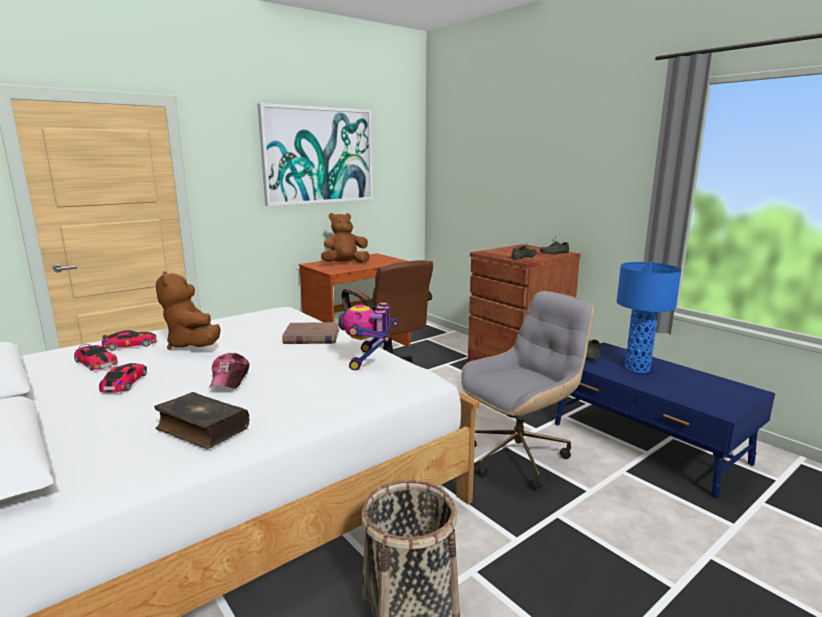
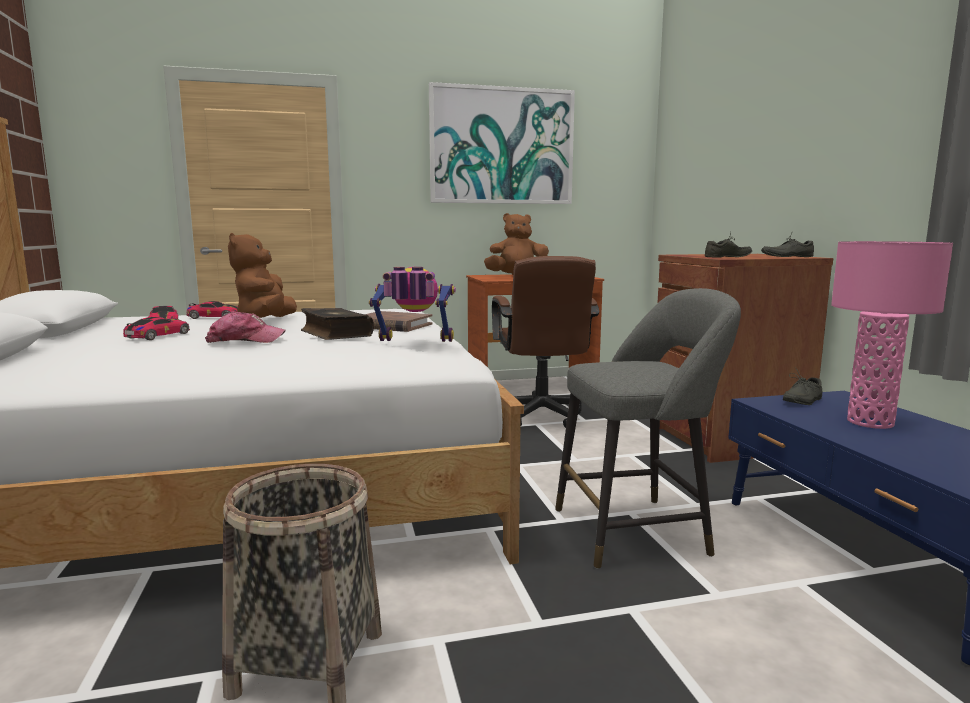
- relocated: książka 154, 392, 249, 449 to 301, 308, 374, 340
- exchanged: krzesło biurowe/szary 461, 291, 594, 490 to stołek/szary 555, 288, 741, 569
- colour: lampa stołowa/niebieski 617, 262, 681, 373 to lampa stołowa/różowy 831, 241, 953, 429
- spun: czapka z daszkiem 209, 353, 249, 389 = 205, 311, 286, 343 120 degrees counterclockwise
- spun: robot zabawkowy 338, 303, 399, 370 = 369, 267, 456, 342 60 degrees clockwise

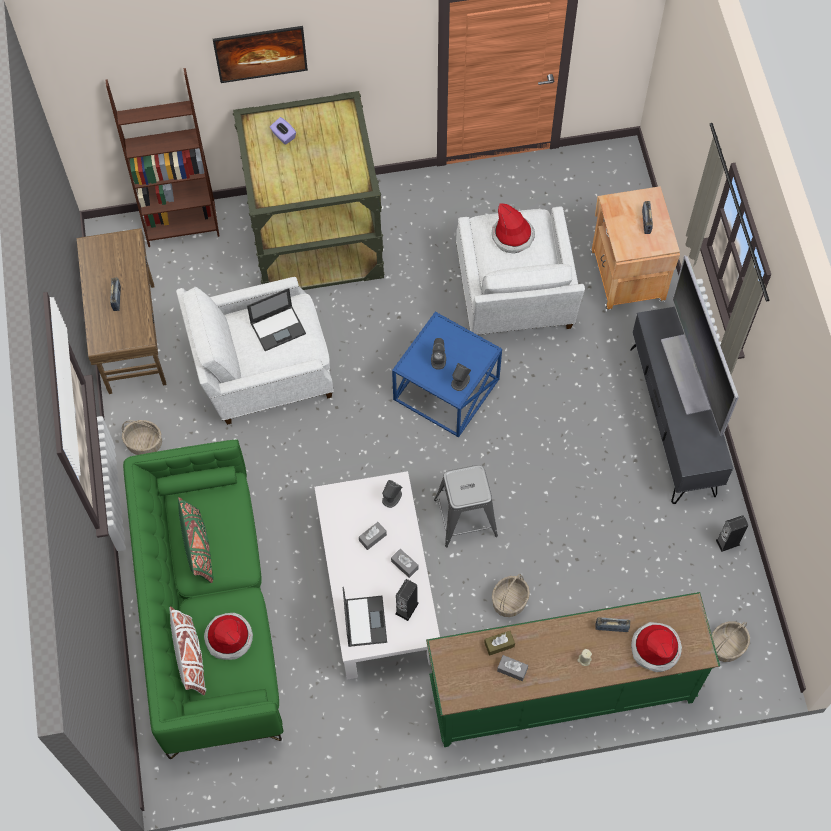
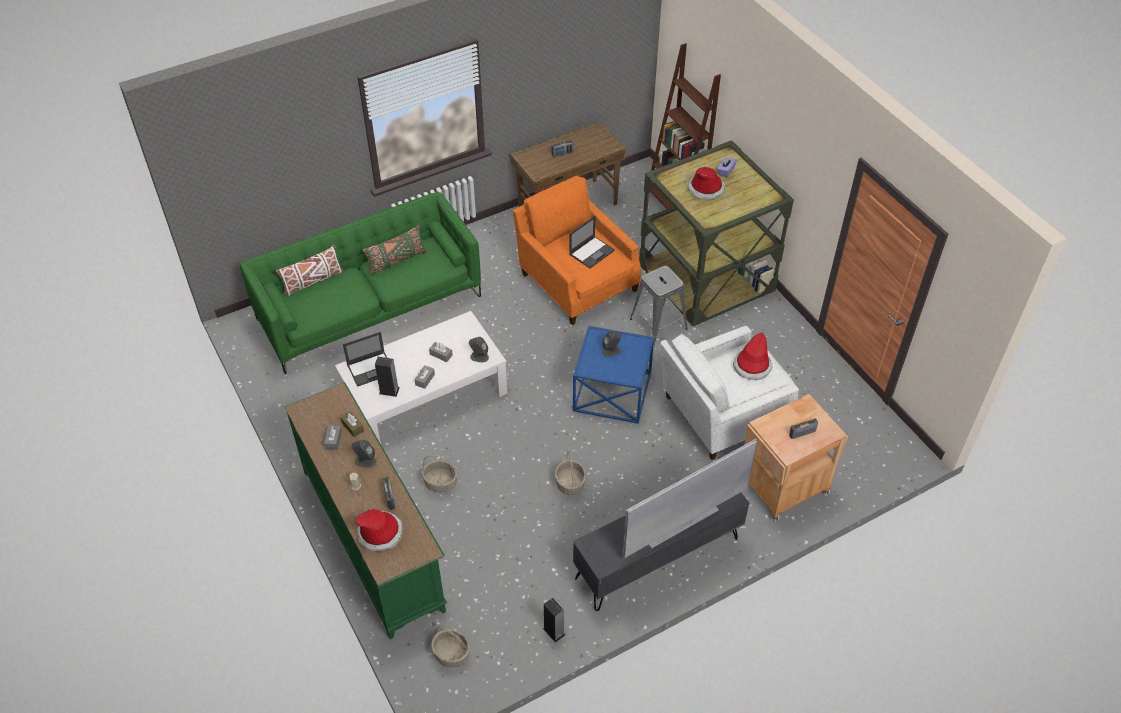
- missing: obraz 213, 26, 308, 83
- relocated: koszyk 122, 420, 162, 455 to 555, 451, 586, 495
- relocated: kapelusz 204, 613, 253, 660 to 688, 167, 725, 201
- relocated: stołek/szary 434, 465, 498, 547 to 630, 266, 688, 345
- relocated: głośnik/szary 451, 363, 471, 391 to 352, 439, 377, 468
- colour: fotel/biały 176, 277, 334, 425 to fotel/pomarańczowy 513, 176, 641, 325
- spun: laptop 247, 288, 306, 351 = 569, 216, 615, 268 90 degrees counterclockwise

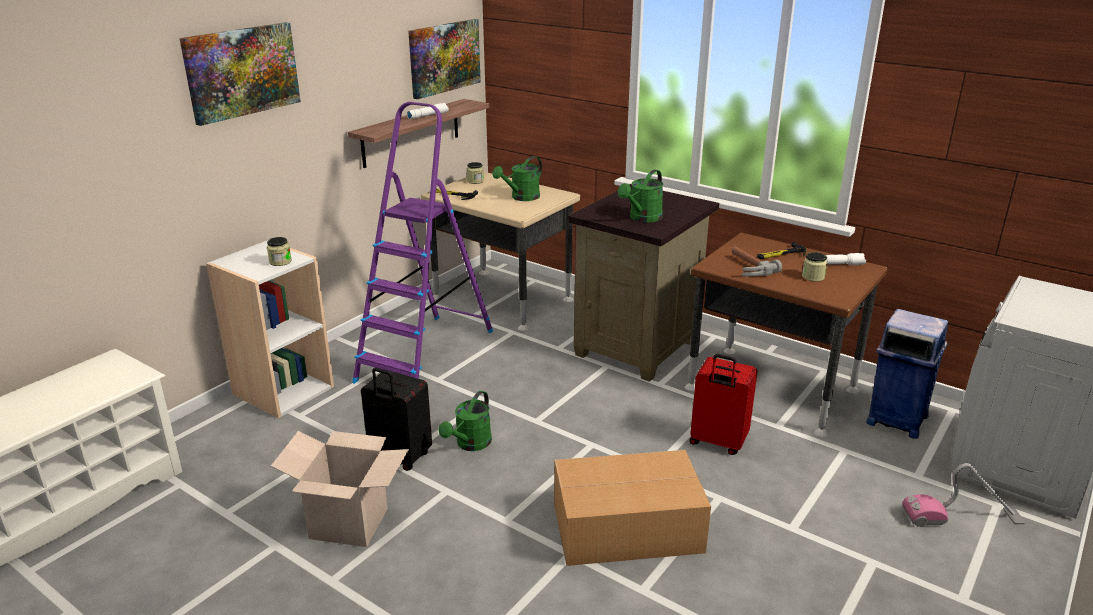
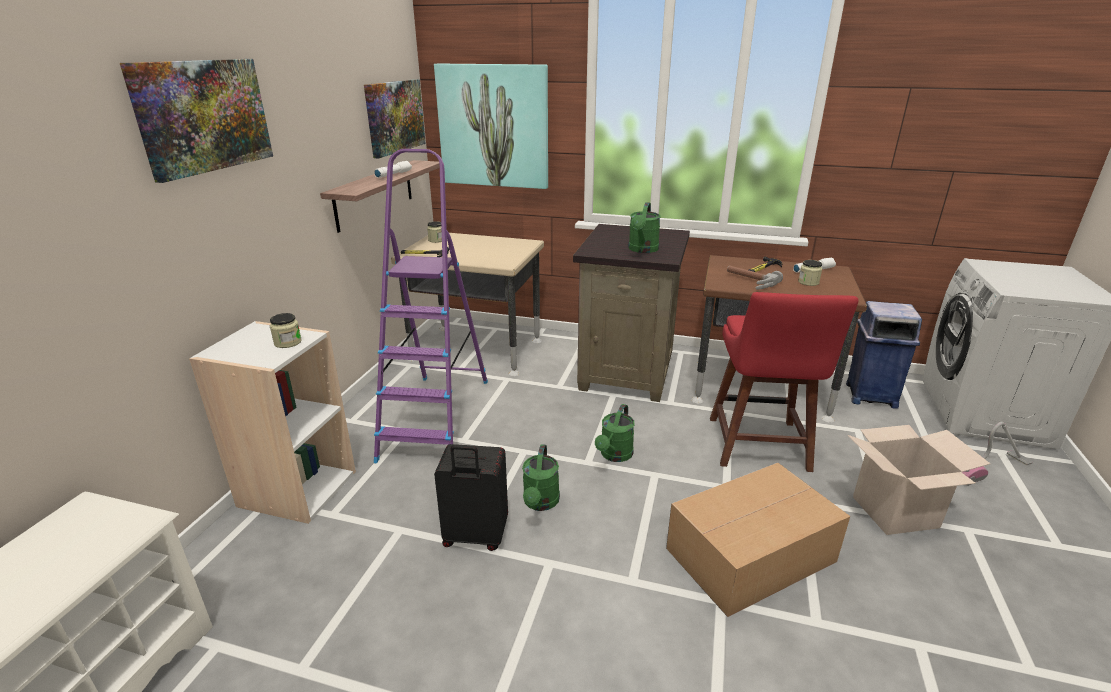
- appeared: obraz 434, 64, 548, 189
- relocated: karton 271, 431, 409, 547 to 848, 425, 991, 535
- relocated: konewka/zielony 492, 156, 542, 201 to 595, 404, 635, 462
- exchanged: walizka/czerwony 690, 354, 758, 455 to stołek/czerwony 710, 292, 859, 472

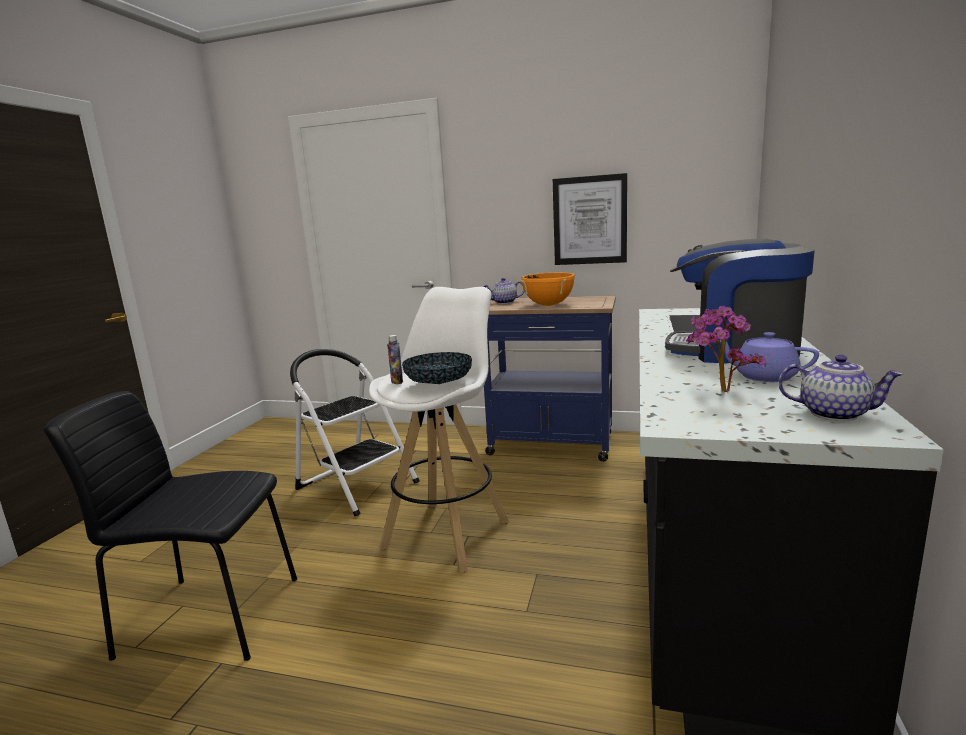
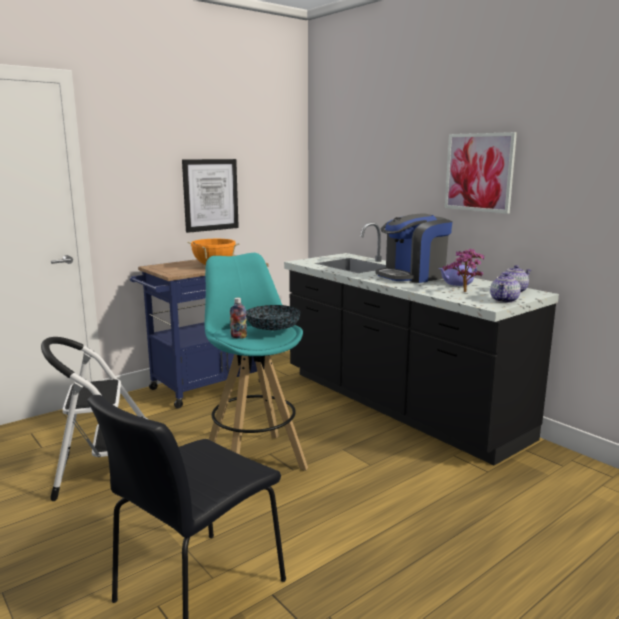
- appeared: obraz 445, 132, 517, 214
- relocated: imbryk 484, 278, 525, 304 to 490, 273, 521, 303
- colour: stołek/biały 369, 287, 510, 573 to stołek/turkusowy 205, 253, 308, 470

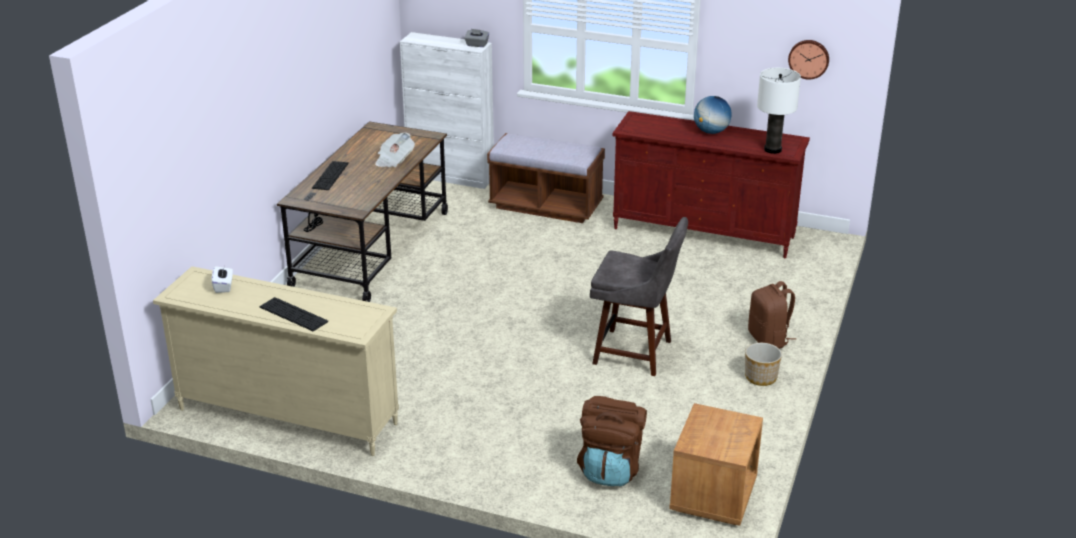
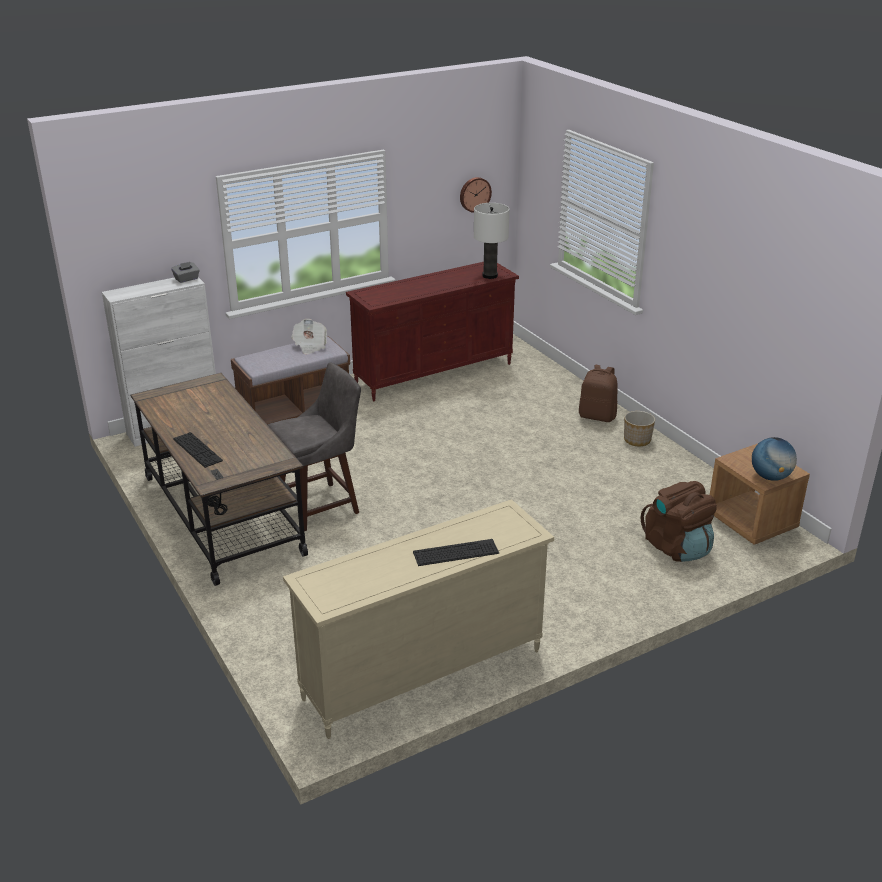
- missing: pudełko chusteczek/biały 212, 266, 233, 293
- relocated: gazeta 375, 132, 415, 167 to 291, 319, 327, 354
- relocated: stołek/szary 590, 217, 688, 376 to 268, 363, 361, 531
- relocated: globus 694, 96, 732, 134 to 752, 437, 797, 481

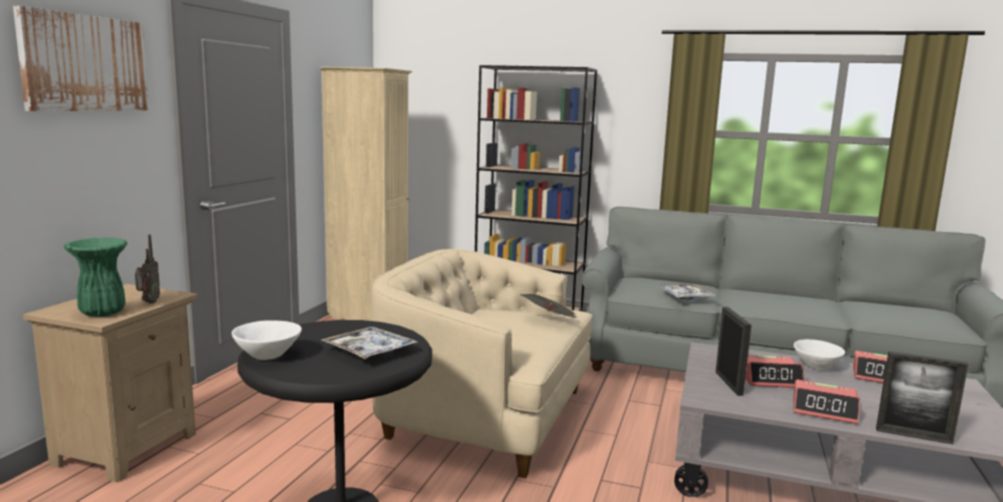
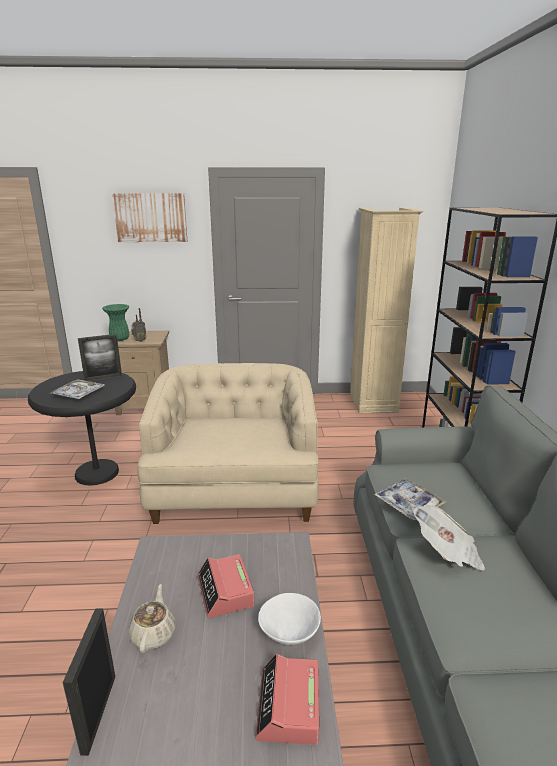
- missing: miska/biały 232, 320, 302, 360
- relocated: gazeta 520, 294, 577, 317 to 413, 505, 485, 570
- relocated: ramka na zdjęcie 715, 307, 752, 396 to 78, 334, 122, 383
- exchanged: budzik 793, 380, 860, 424 to imbryk/beżowy 129, 584, 176, 653

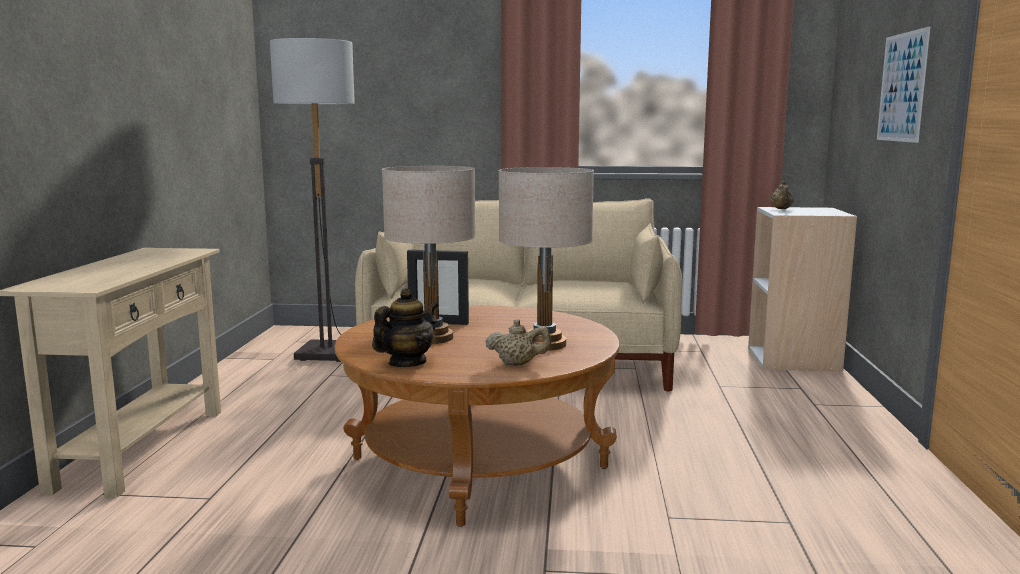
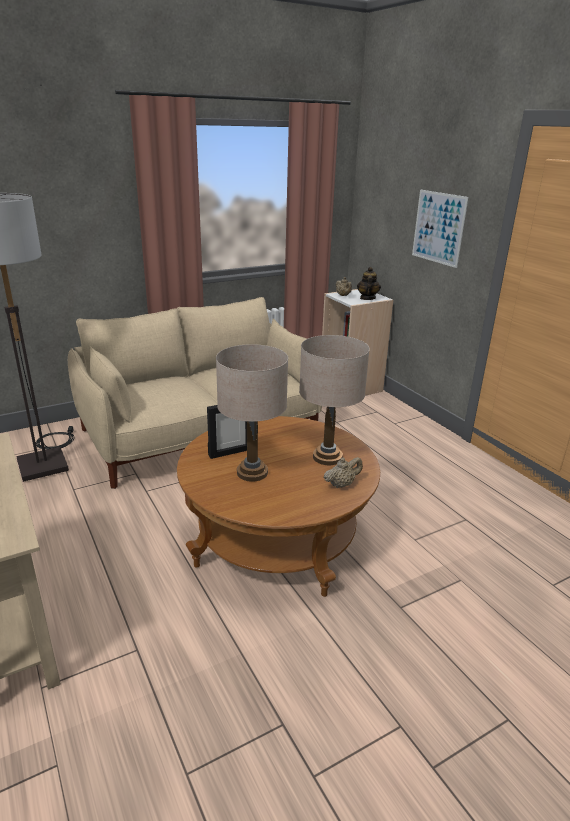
- relocated: imbryk 372, 288, 439, 367 to 357, 267, 381, 300

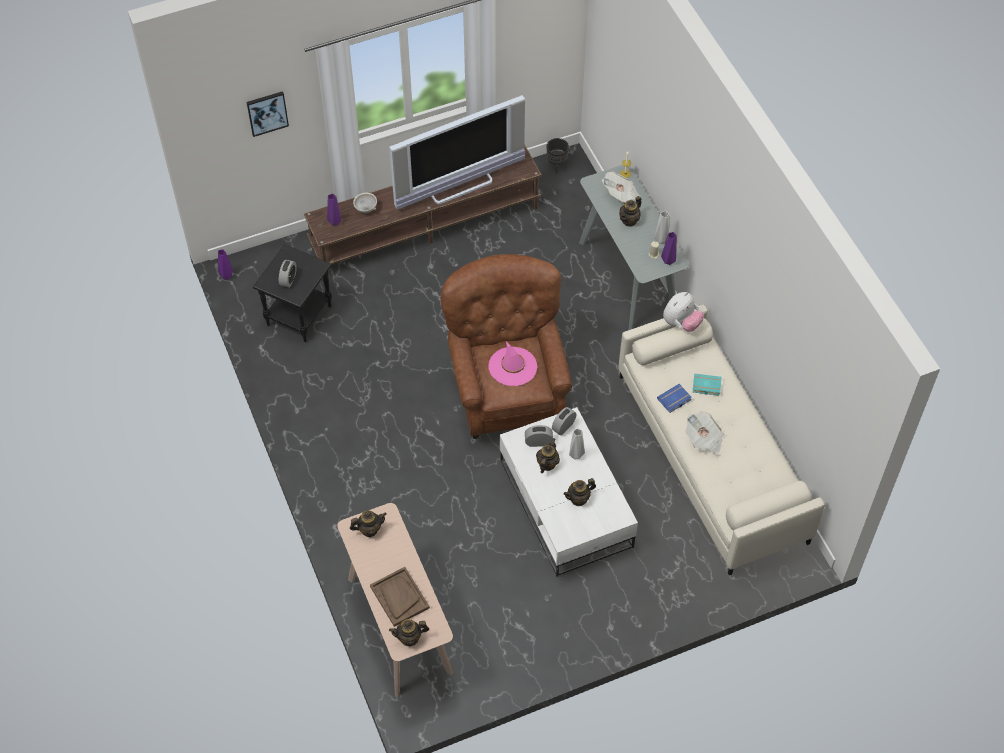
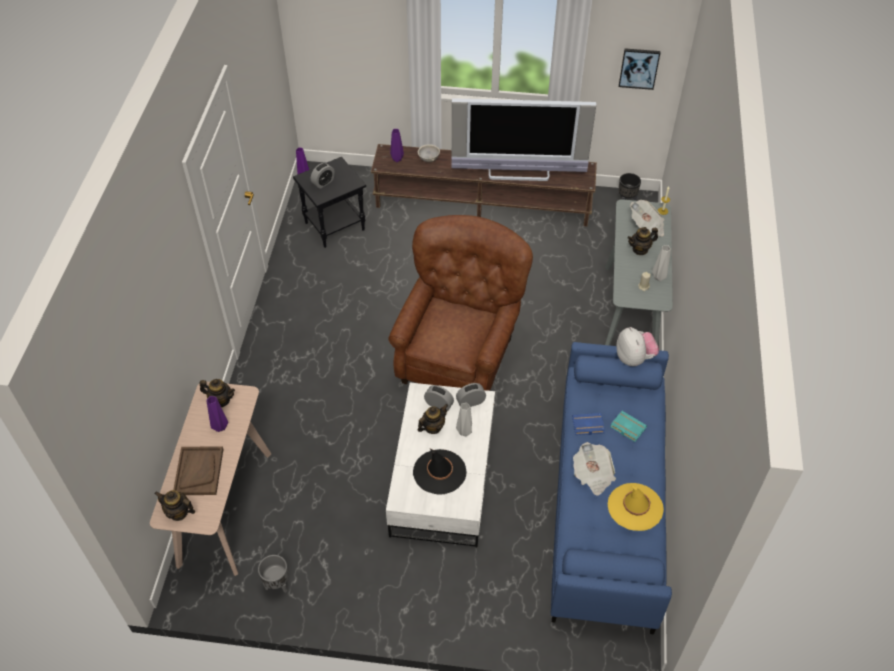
- missing: kapelusz/różowy 489, 342, 537, 386
- appeared: donica/szary 258, 555, 288, 593
- appeared: kapelusz/żółty 608, 483, 664, 531
- relocated: obraz 246, 91, 289, 137 to 619, 48, 660, 90
- relocated: wazon/fioletowy 661, 232, 677, 265 to 206, 396, 228, 432
- exchanged: imbryk 564, 478, 596, 506 to kapelusz/czarny 413, 449, 467, 495
- colour: kanapa/beżowy 618, 305, 825, 575 to kanapa/niebieski 551, 342, 672, 634
- spun: pluszak 663, 292, 704, 332 = 617, 327, 659, 366 90 degrees counterclockwise

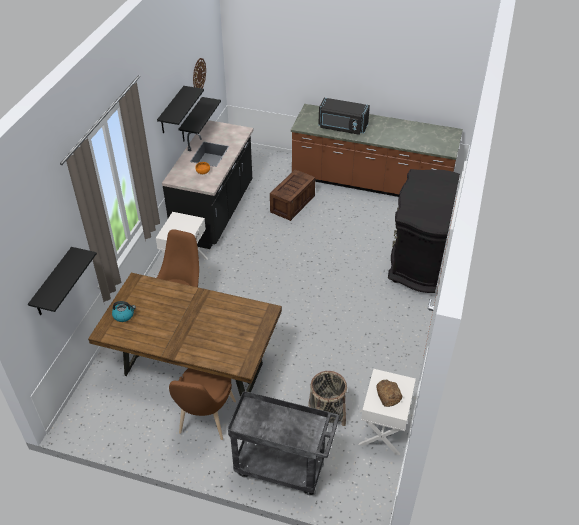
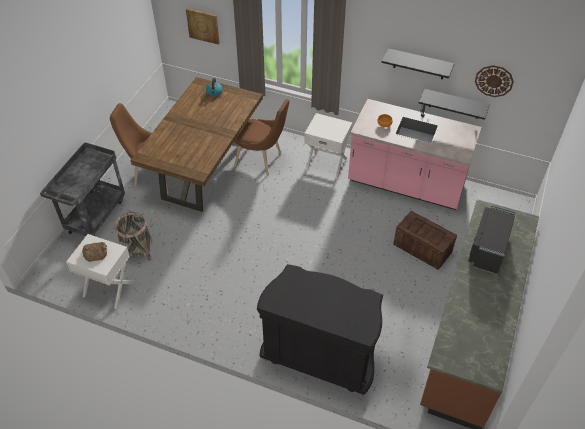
- exchanged: półka/czarny 28, 247, 97, 315 to obraz 186, 8, 220, 44
- colour: zabudowa kuchenna/czarny 162, 120, 254, 249 to zabudowa kuchenna/różowy 348, 99, 481, 210

